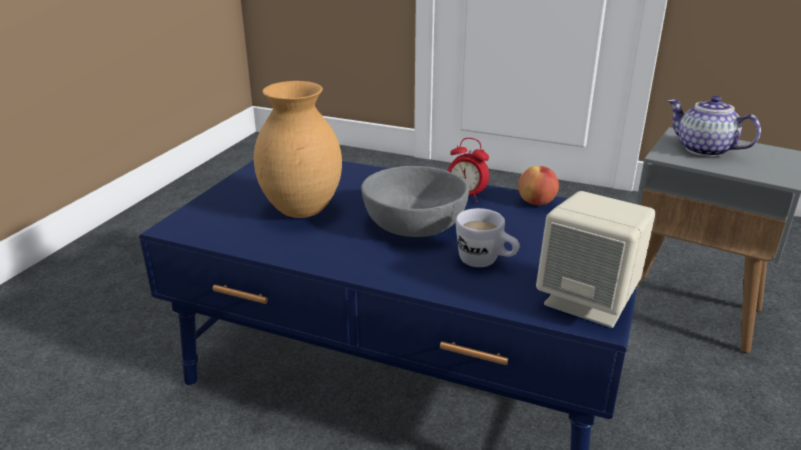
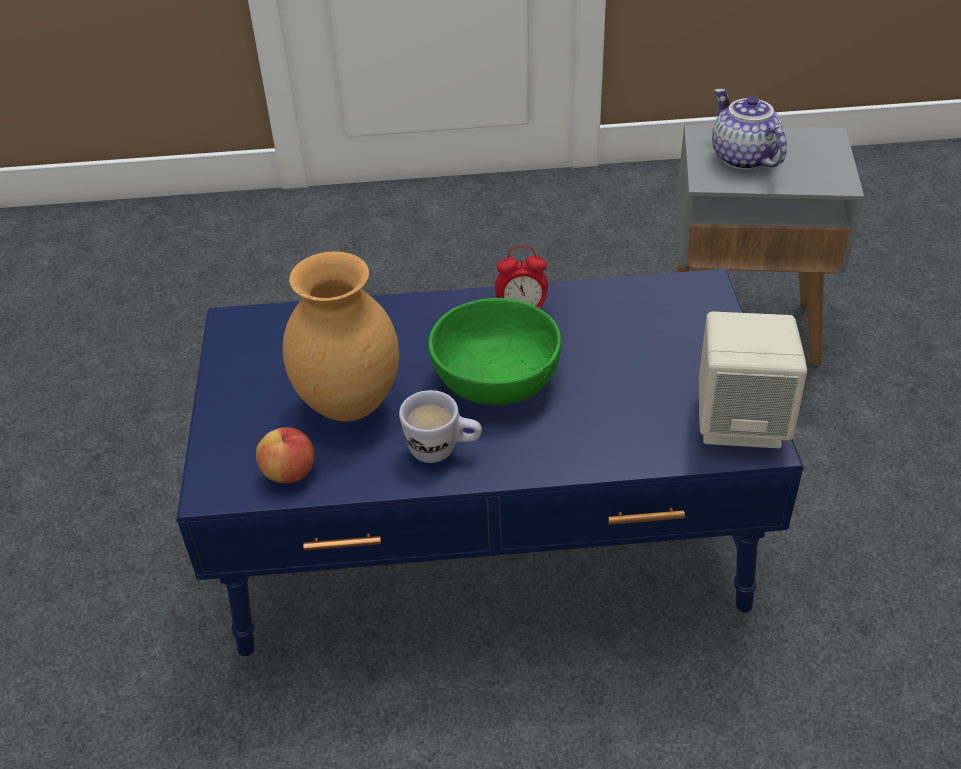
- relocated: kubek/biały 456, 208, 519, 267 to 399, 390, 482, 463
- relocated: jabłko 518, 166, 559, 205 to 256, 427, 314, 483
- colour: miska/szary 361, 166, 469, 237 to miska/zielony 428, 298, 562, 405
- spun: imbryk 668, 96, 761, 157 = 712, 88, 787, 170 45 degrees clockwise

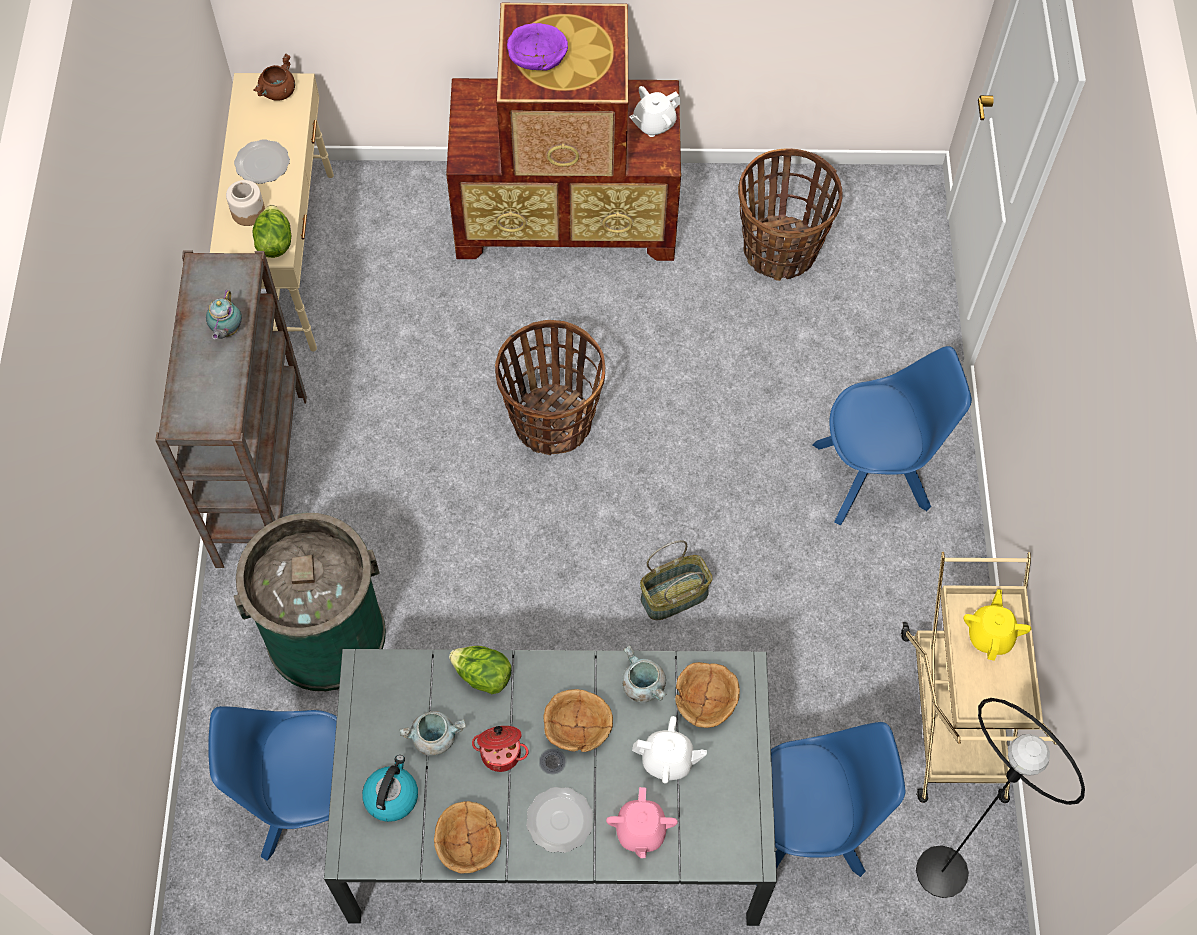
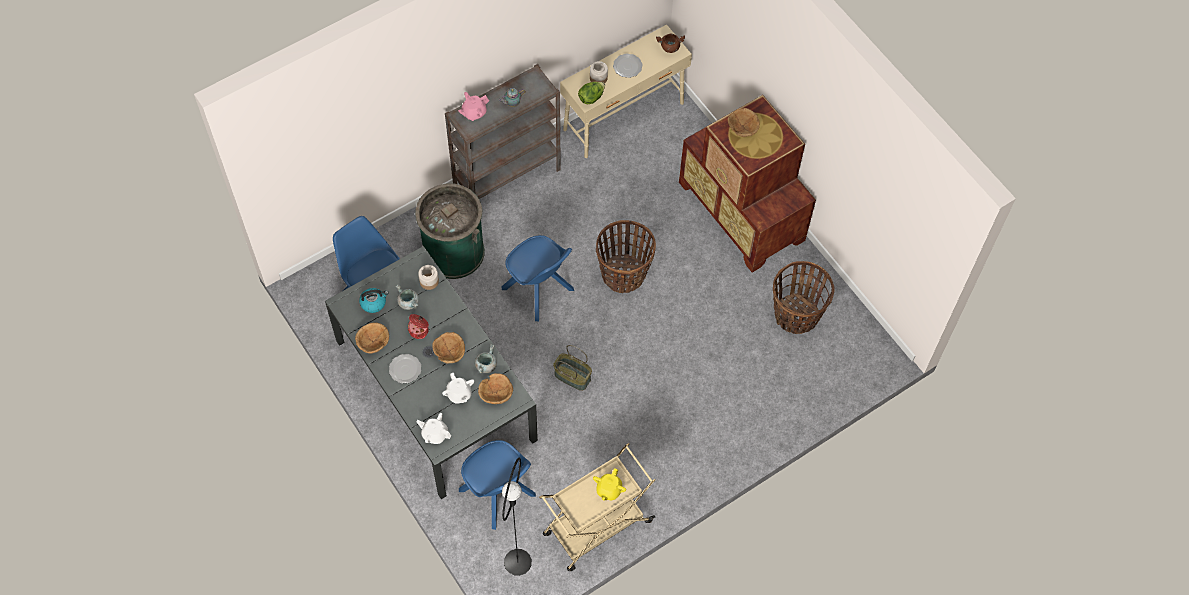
- missing: sałata 449, 646, 512, 694
- appeared: słoik 418, 265, 439, 290
- relocated: imbryk/różowy 606, 787, 678, 858 to 458, 92, 489, 121
- relocated: imbryk/biały 629, 86, 681, 137 to 416, 413, 451, 444
- relocated: krzesło/niebieski 813, 346, 972, 525 to 502, 235, 574, 322
- colour: miska/fioletowy 507, 23, 568, 71 to miska/brązowy 727, 108, 760, 137
- spun: imbryk/żółty 964, 589, 1031, 661 = 593, 468, 626, 501 135 degrees clockwise

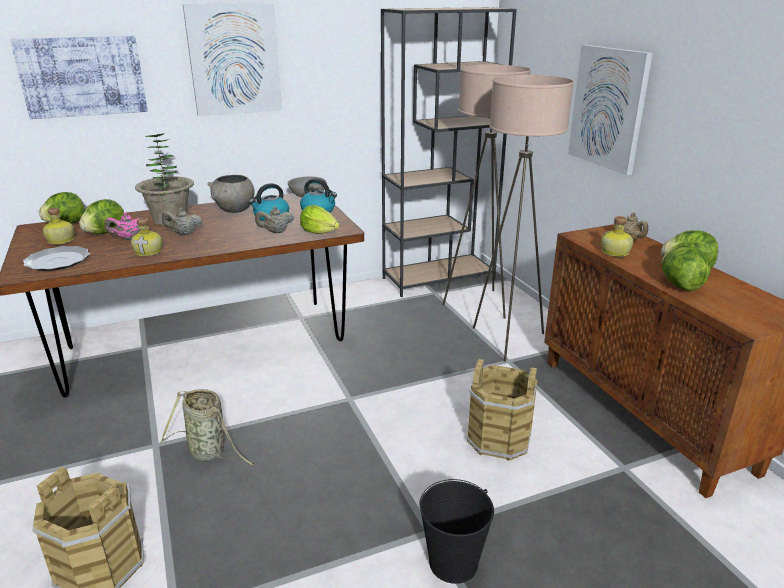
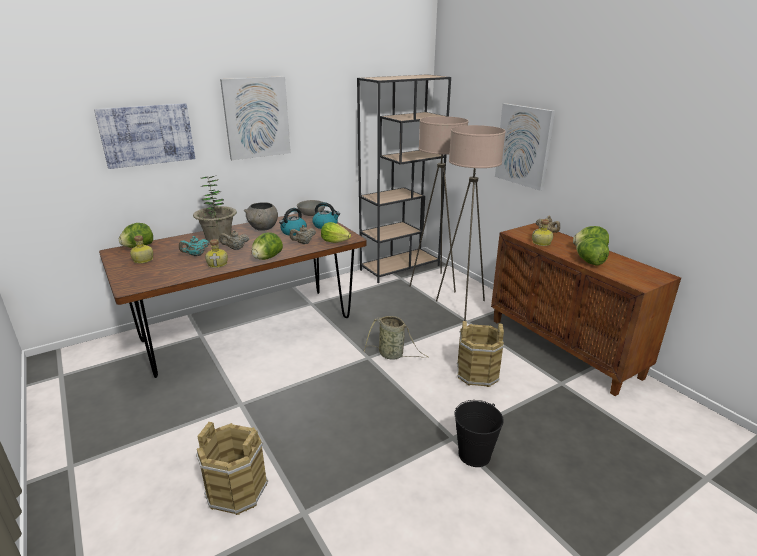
- missing: talerz 23, 246, 90, 271
- relocated: sałata 79, 199, 124, 234 to 252, 232, 283, 260
- relocated: koszyk 160, 389, 255, 466 to 364, 316, 429, 360
- colour: imbryk/różowy 104, 212, 140, 240 to imbryk/turkusowy 179, 236, 209, 256

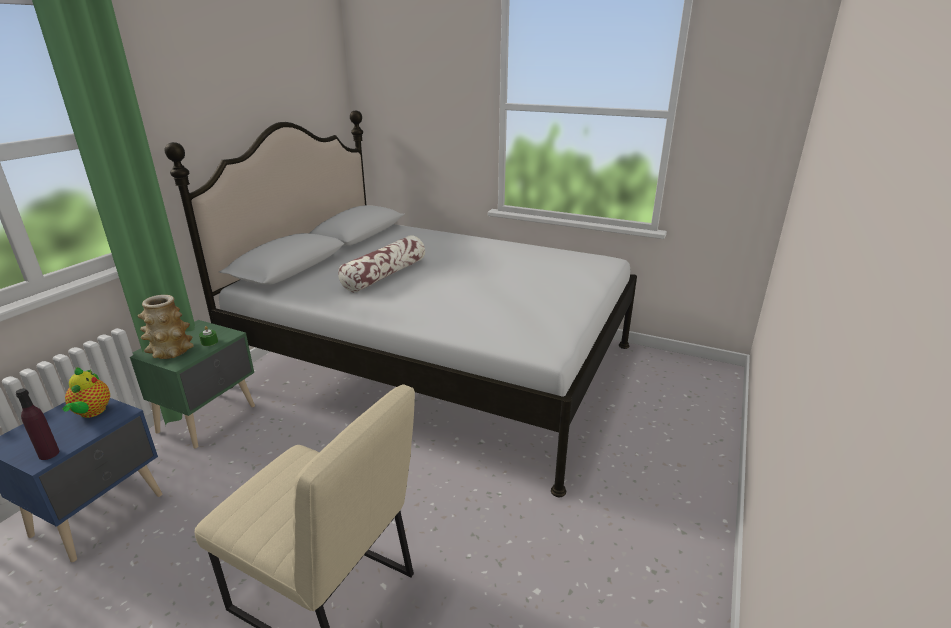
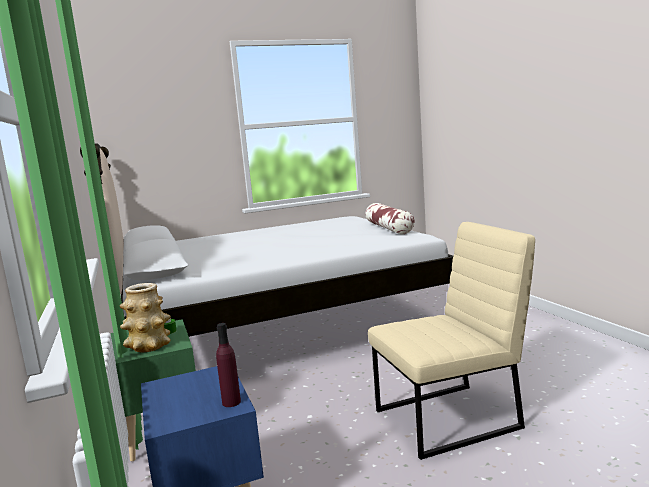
- missing: imbryk 63, 367, 110, 418
- relocated: poduszka 338, 235, 425, 293 to 365, 203, 415, 234

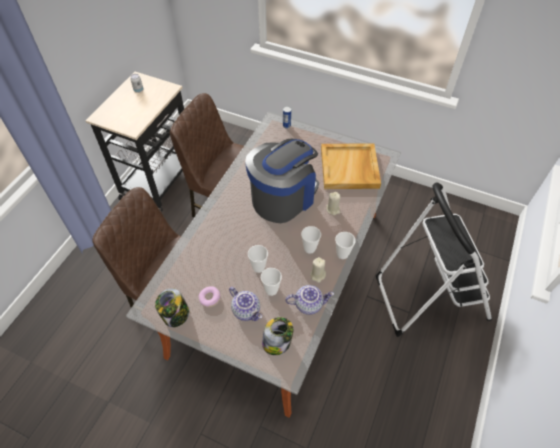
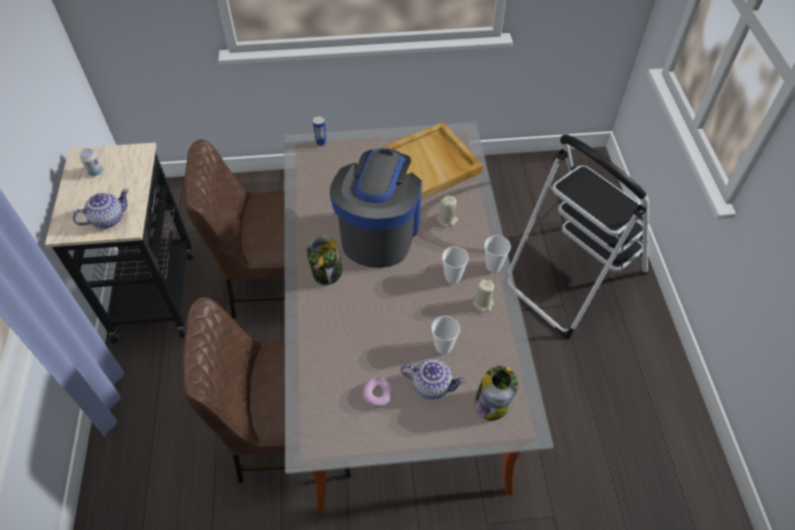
- missing: filiżanka 248, 245, 268, 273
- relocated: słoik 155, 288, 190, 327 to 307, 235, 342, 285
- relocated: imbryk 285, 285, 334, 315 to 73, 189, 129, 228

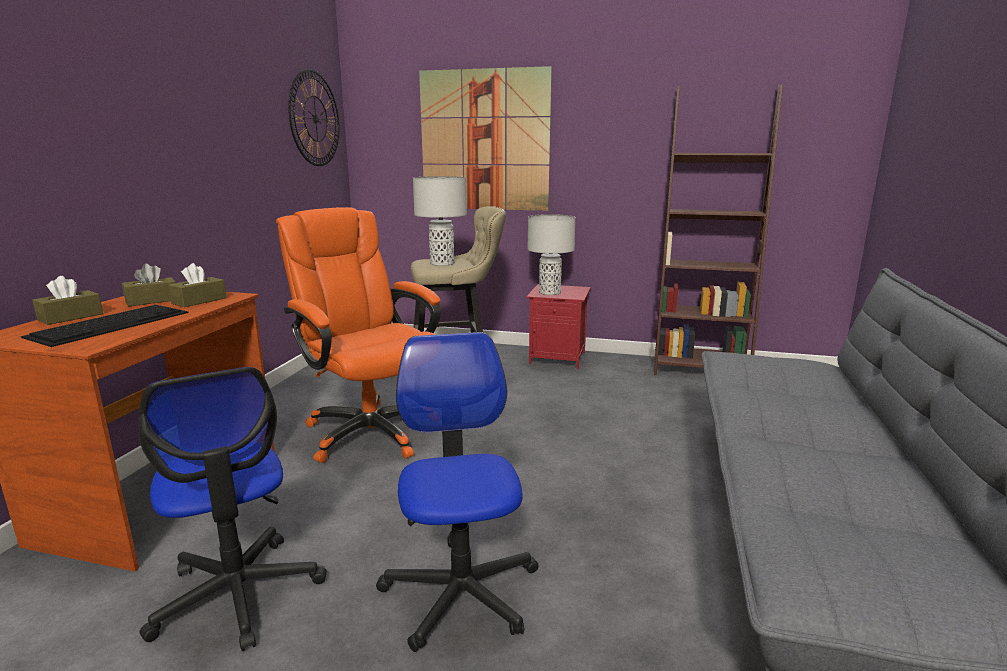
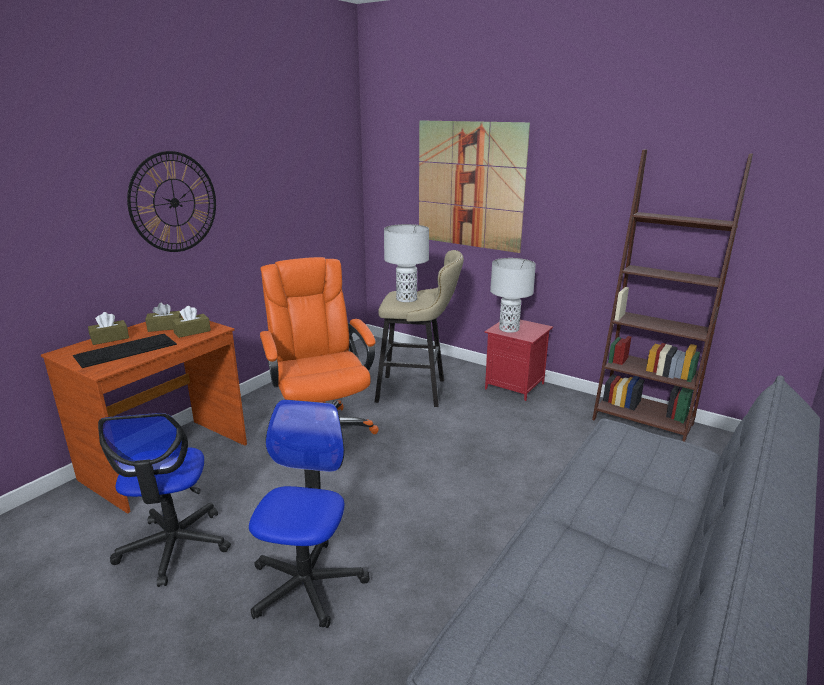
- relocated: zegar ścienny 288, 69, 340, 166 to 127, 151, 216, 252

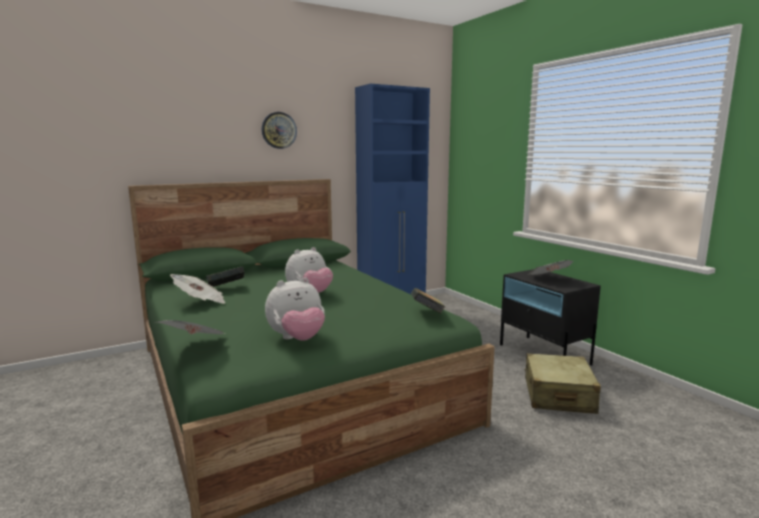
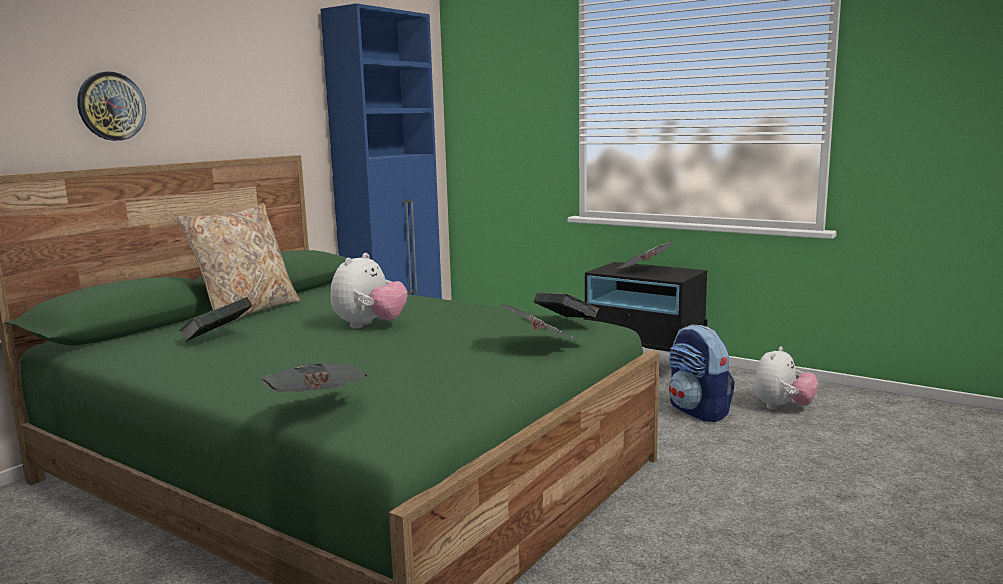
- appeared: poduszka/beżowy 176, 203, 300, 328
- relocated: gazeta 170, 274, 225, 303 to 498, 304, 584, 341
- relocated: zegar ścienny 262, 112, 297, 149 to 77, 72, 146, 141
- relocated: pluszak 265, 277, 325, 341 to 754, 346, 818, 409
- exchanged: walizka/beżowy 524, 353, 601, 414 to plecak 669, 325, 735, 422

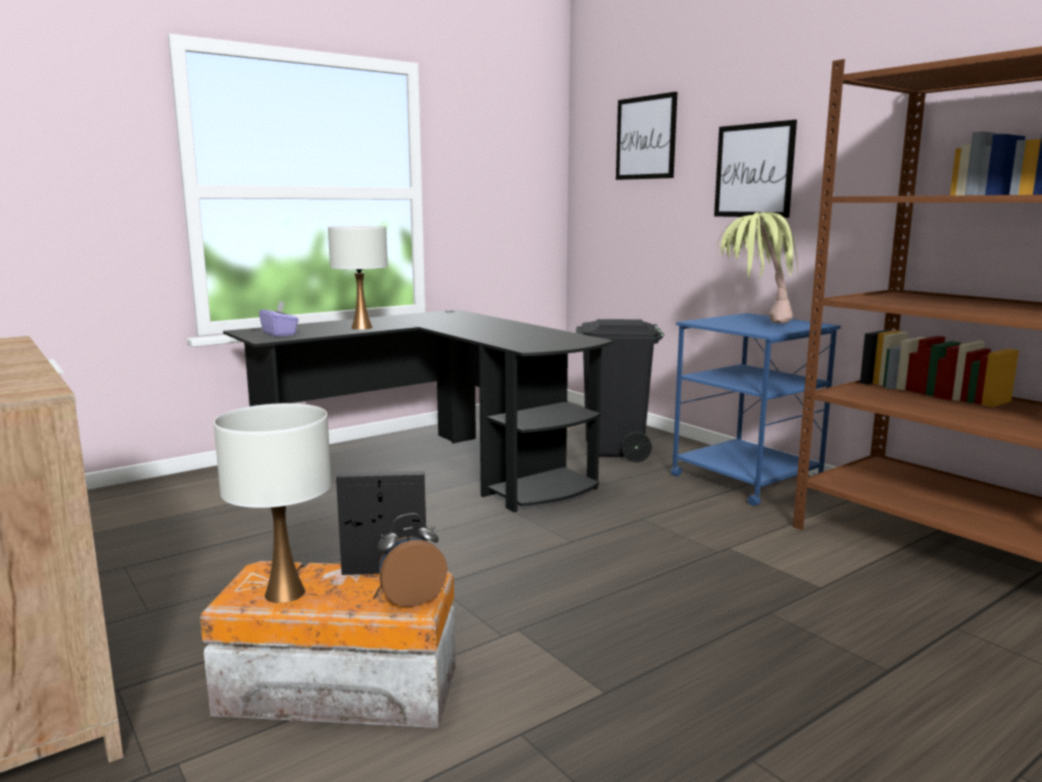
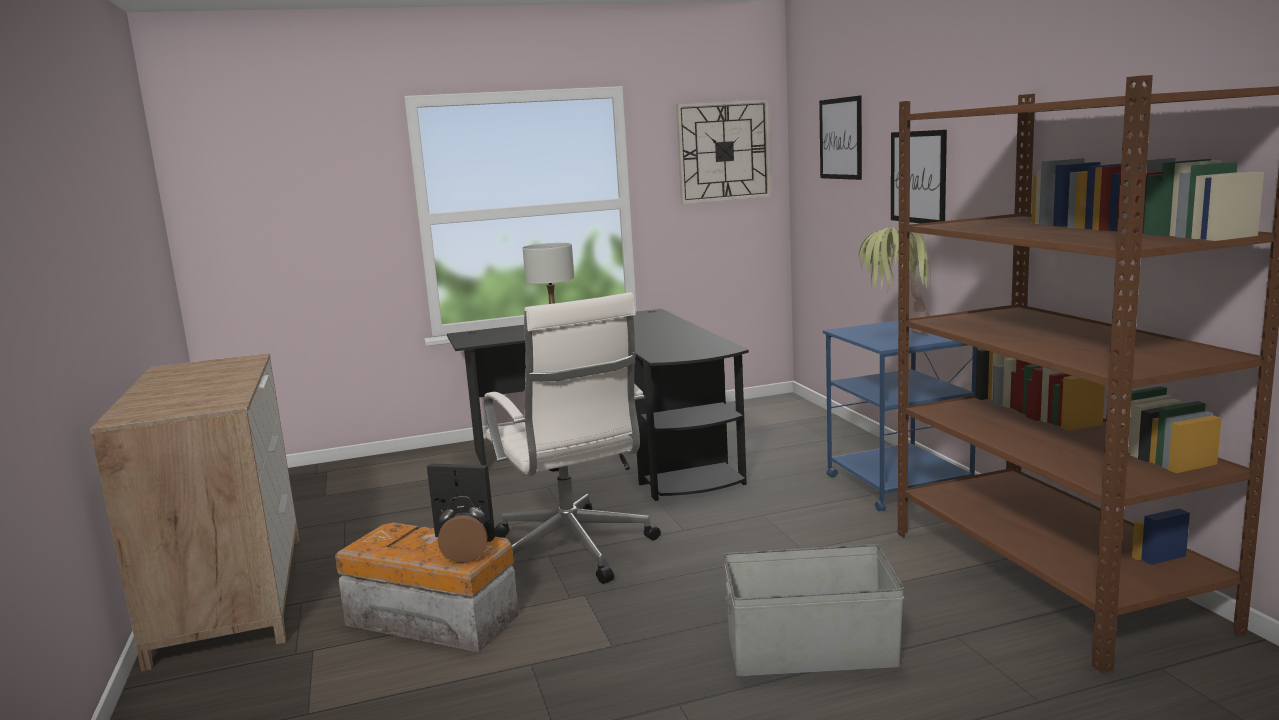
- missing: lampa stołowa/biały 214, 403, 331, 603
- missing: pudełko chusteczek/fioletowy 259, 301, 299, 337
- missing: kosz na śmieci/czarny 576, 319, 664, 462
- appeared: krzesło biurowe/biały 484, 292, 661, 584
- appeared: zegar ścienny 676, 99, 771, 204
- appeared: pojemnik do przechowywania/szary 724, 544, 905, 676

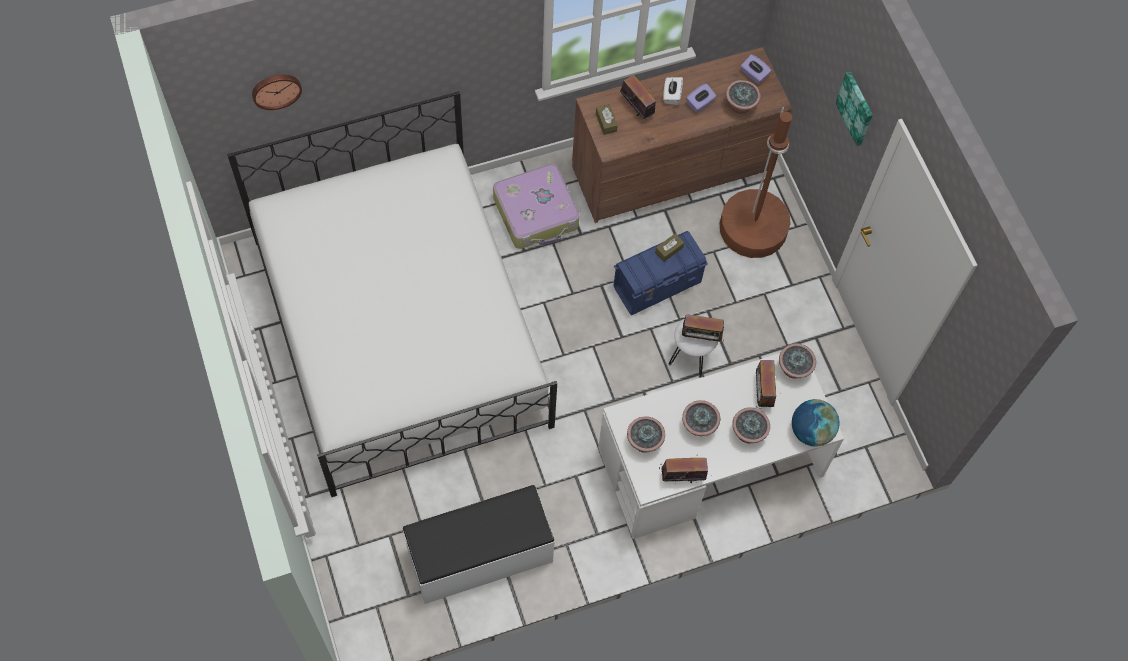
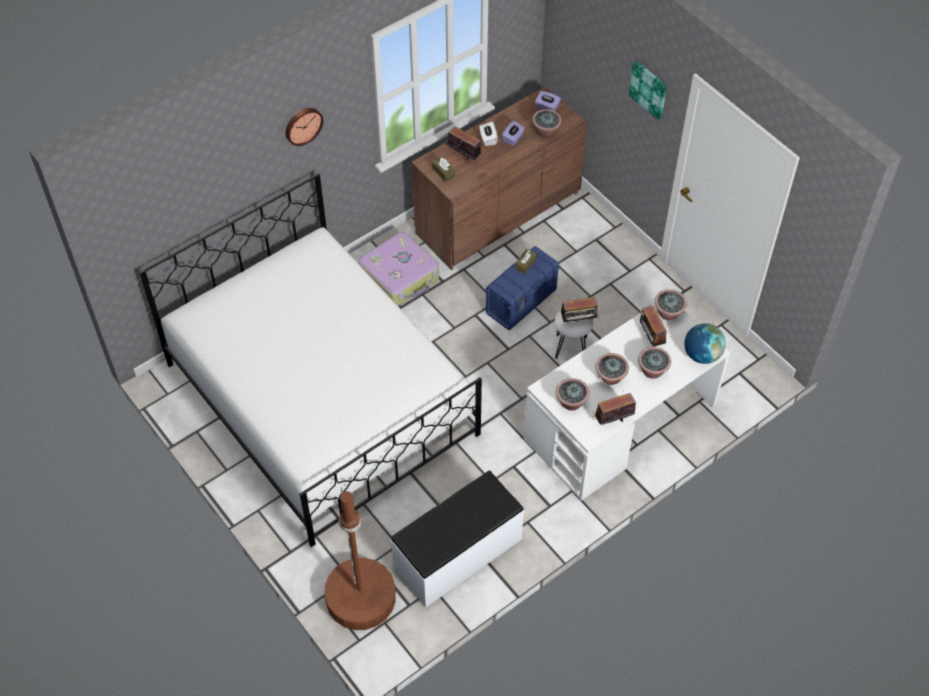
- relocated: zegar ścienny 252, 75, 302, 110 to 286, 108, 323, 146
- relocated: lampa stojąca/brązowy 719, 107, 792, 258 to 325, 487, 396, 630

